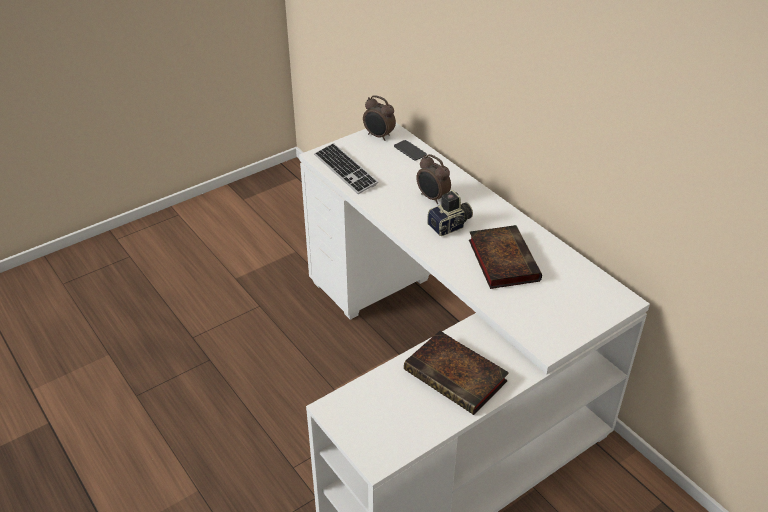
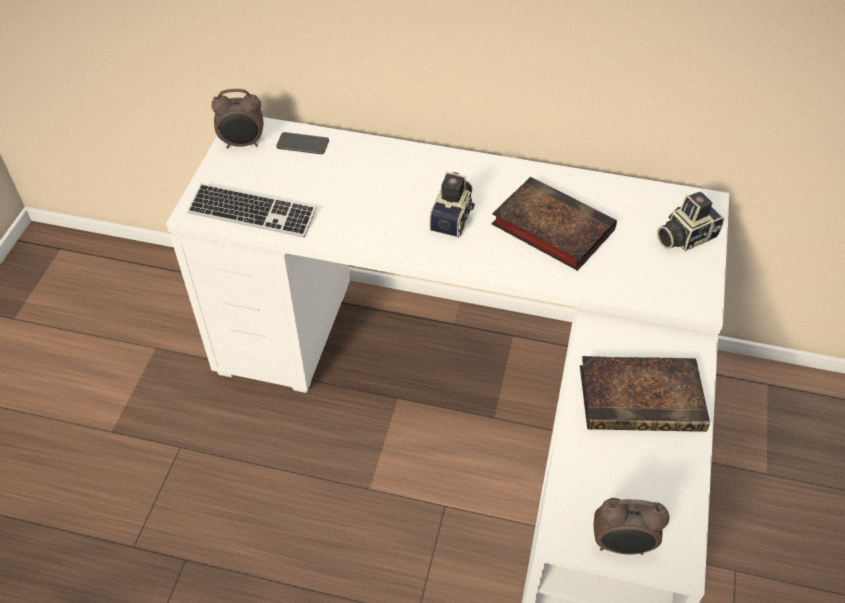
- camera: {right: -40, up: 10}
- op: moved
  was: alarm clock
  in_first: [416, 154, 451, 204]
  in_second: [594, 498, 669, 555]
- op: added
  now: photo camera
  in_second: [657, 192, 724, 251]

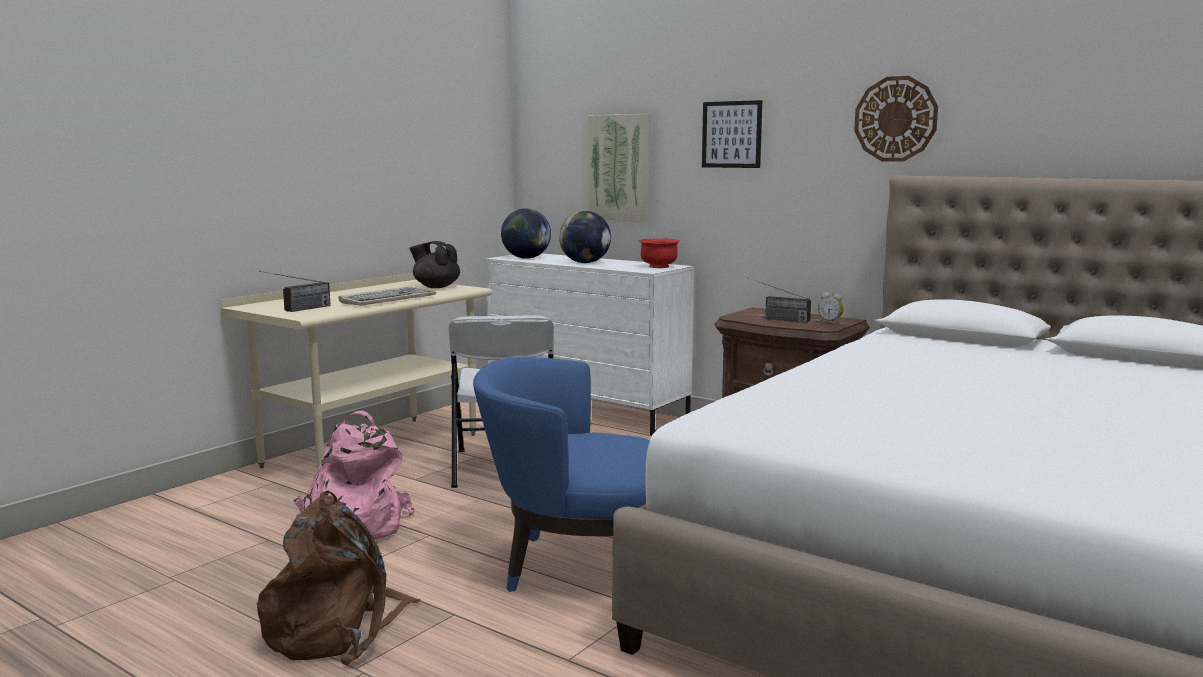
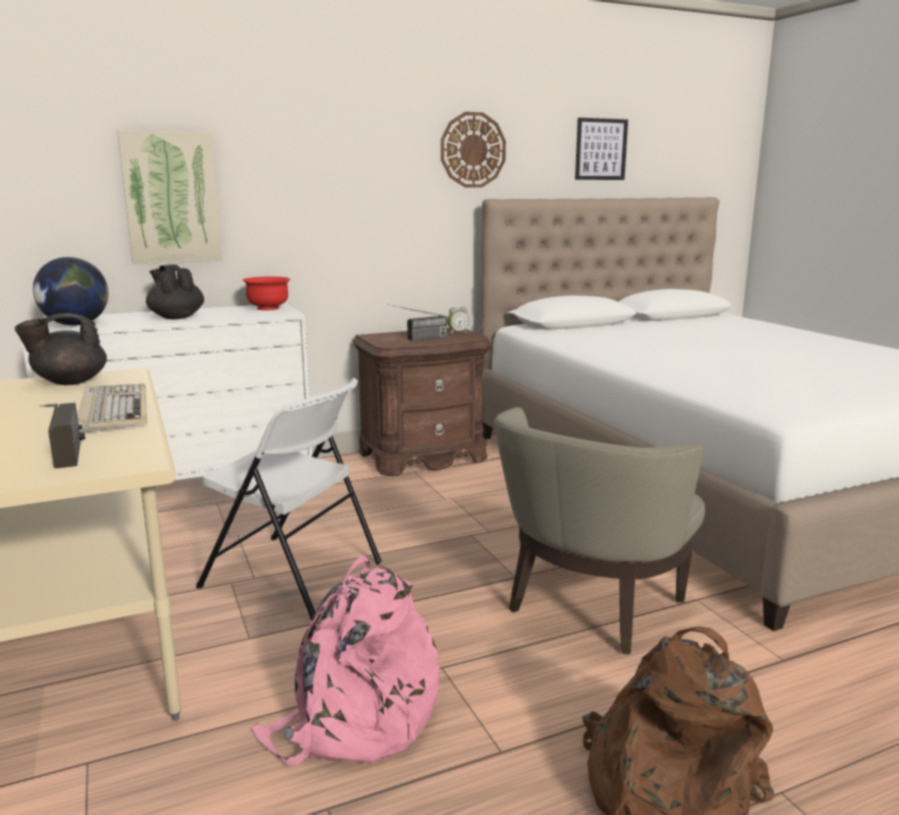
- camera: {right: -60, up: 5}
- op: recoloured
  was: armchair (blue)
  now: armchair (beige)
  in_first: [473, 357, 650, 592]
  in_second: [494, 407, 705, 654]
- op: replaced
  was: globe
  now: teapot (black)
  in_first: [559, 211, 611, 263]
  in_second: [146, 264, 204, 319]
- op: moved
  was: picture
  in_first: [702, 100, 762, 168]
  in_second: [575, 118, 628, 180]

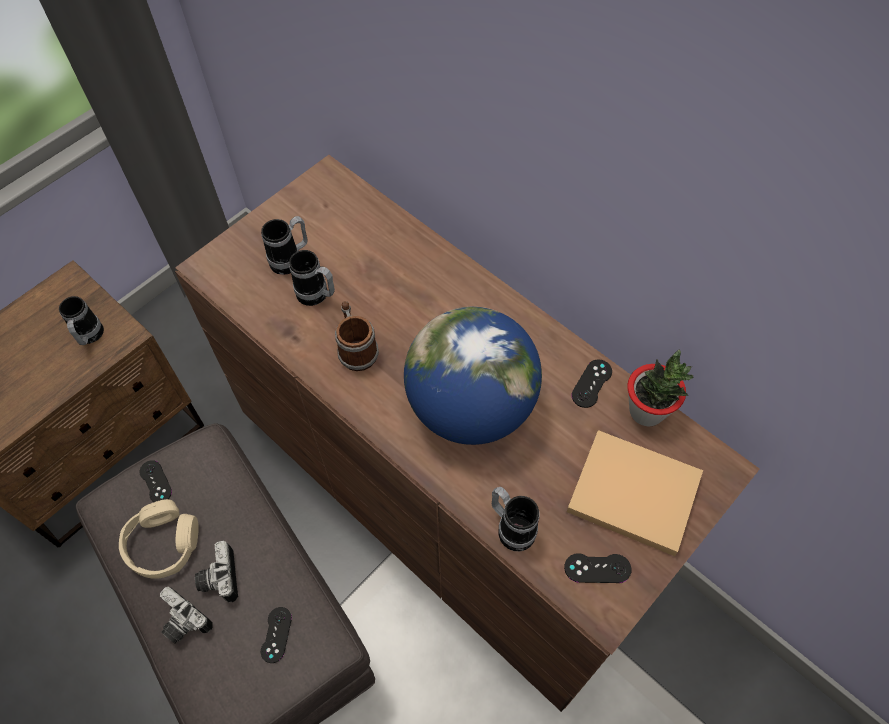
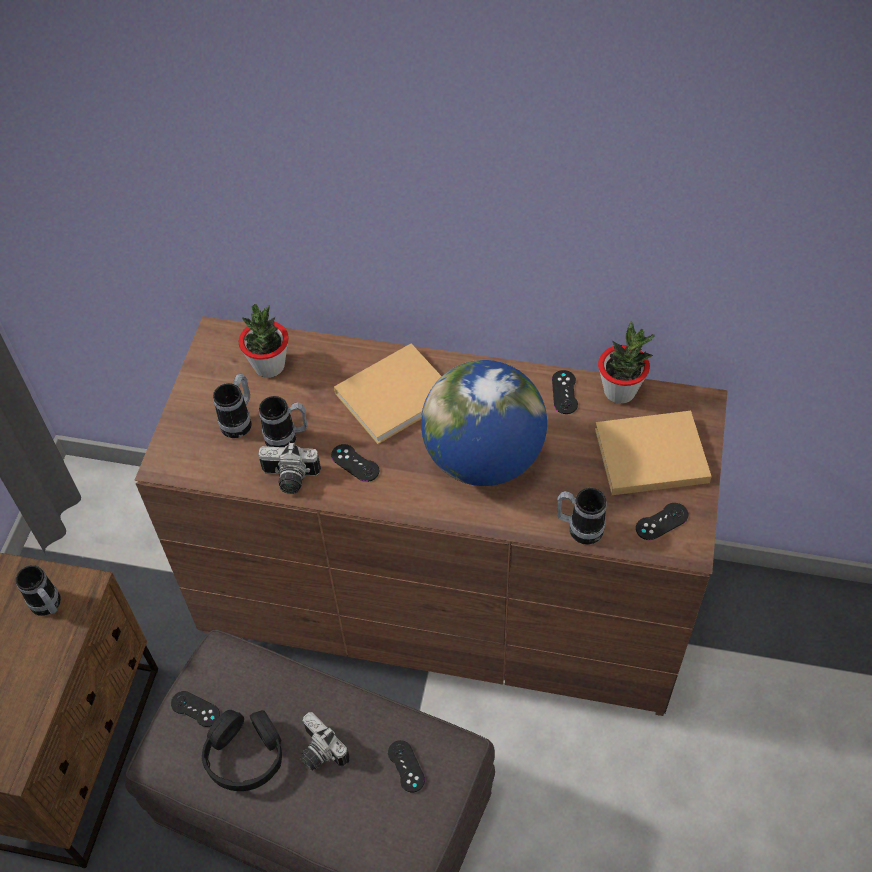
- camera: {right: -30, up: -5}
- op: recoloured
  was: headphones (beige)
  now: headphones (black)
  in_first: [119, 499, 199, 579]
  in_second: [202, 710, 282, 791]
- op: moved
  was: photo camera
  in_first: [160, 587, 213, 644]
  in_second: [258, 442, 321, 494]
- op: replaced
  was: mug
  now: game controller (black)
  in_first: [335, 301, 379, 371]
  in_second: [331, 444, 379, 482]
- op: added
  now: potted plant
  in_second: [239, 304, 289, 378]
- op: added
  now: book (beige)
  in_second: [334, 344, 442, 444]

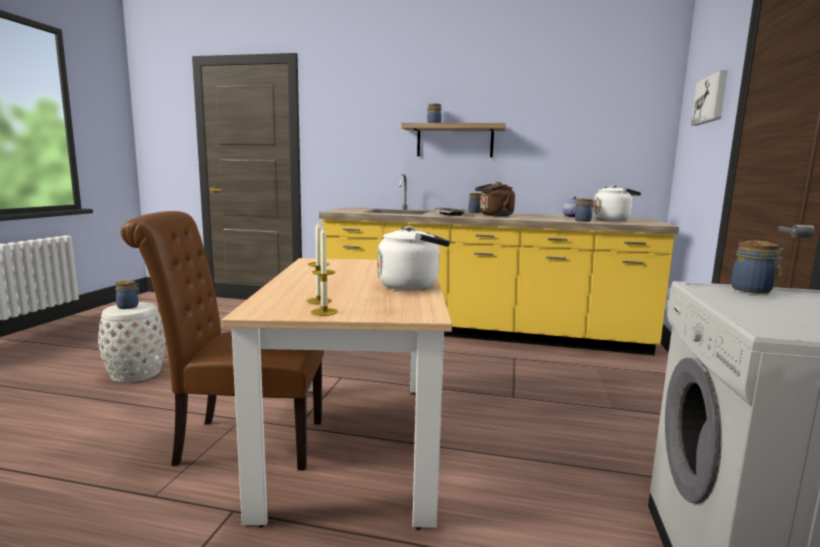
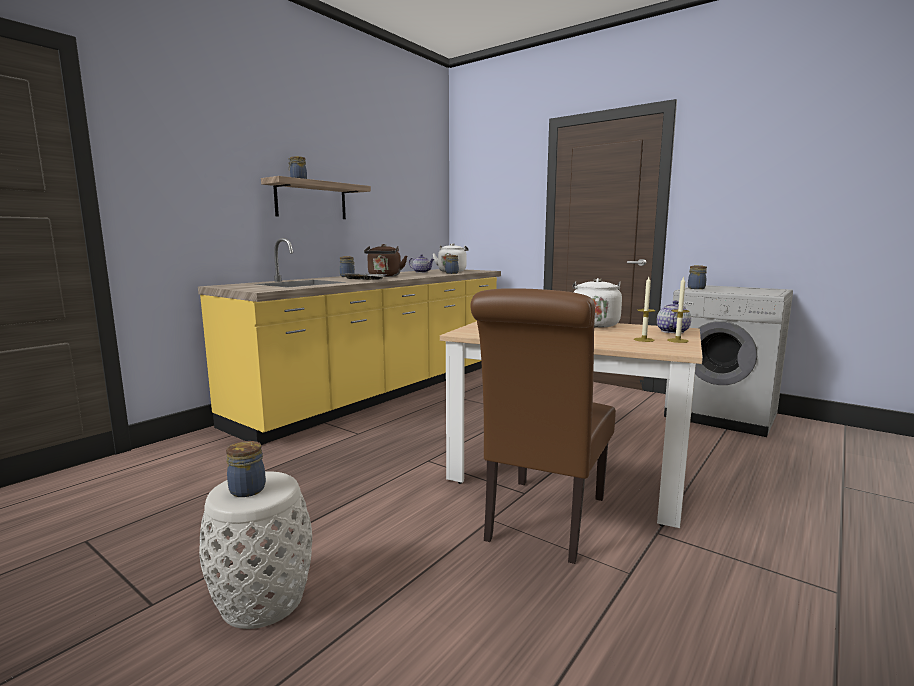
- camera: {right: -65, up: 0}
- op: removed
  was: picture
  in_first: [691, 70, 728, 126]
- op: added
  now: teapot
  in_second: [657, 300, 691, 333]

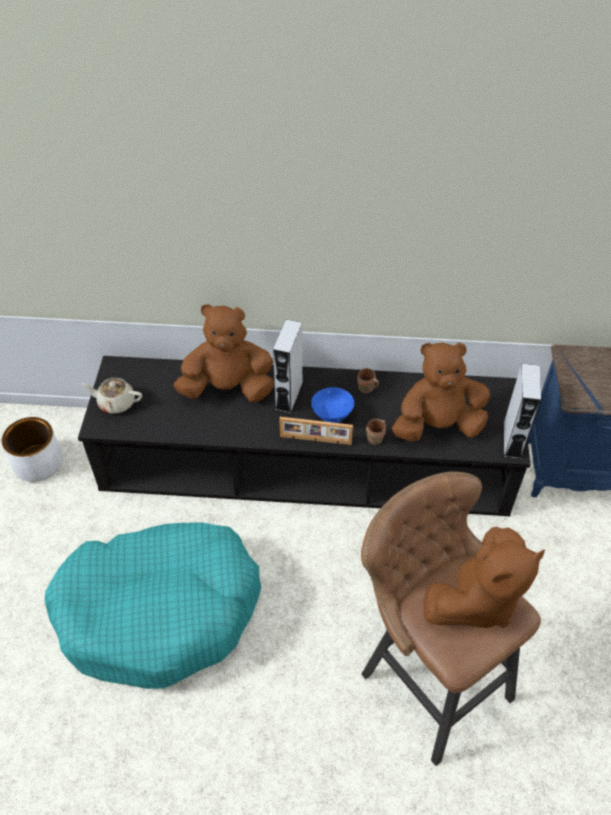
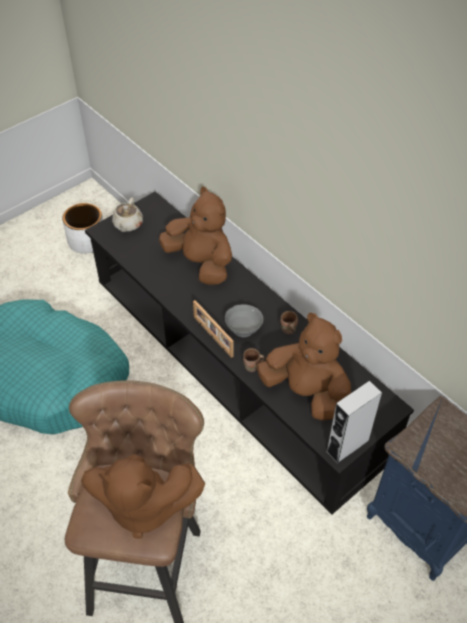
- camera: {right: 45, up: 0}
- op: turned
  was: teapot (beige)
  in_first: [82, 378, 142, 414]
  in_second: [112, 198, 143, 232]
  clockwise: -135
- op: removed
  was: speaker (grey)
  in_first: [273, 319, 303, 413]
- op: recoloured
  was: bowl (blue)
  now: bowl (grey)
  in_first: [311, 387, 354, 423]
  in_second: [225, 304, 263, 337]

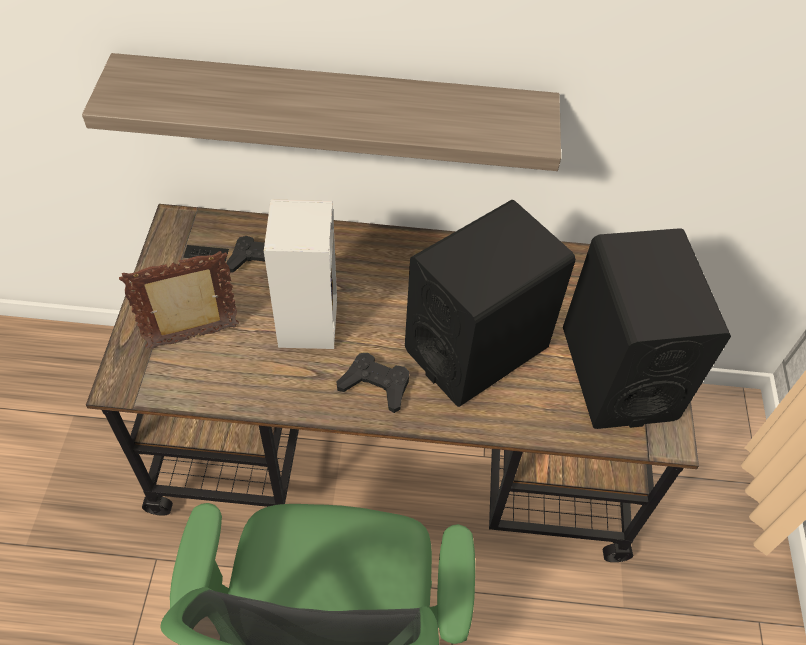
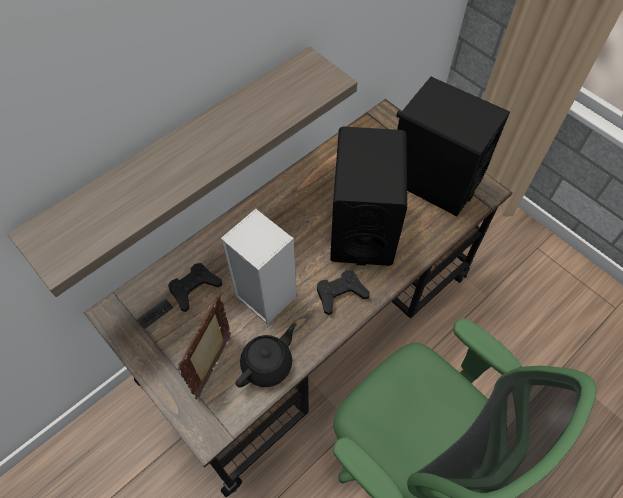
- camera: {right: -45, up: 5}
- op: added
  now: teapot (black)
  in_second: [236, 322, 297, 388]

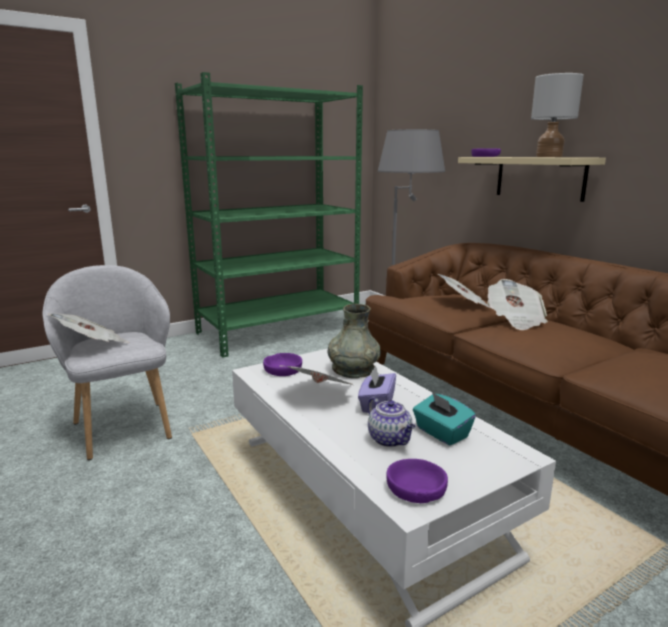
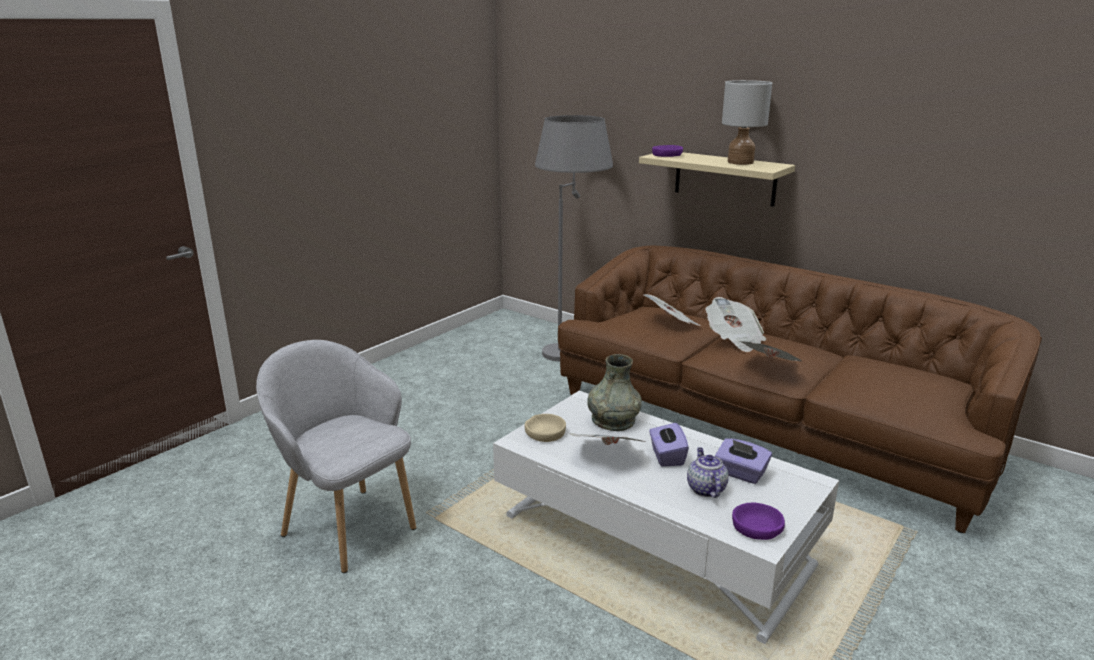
- camera: {right: -20, up: 5}
- op: moved
  was: newspaper
  in_first: [47, 313, 129, 343]
  in_second: [740, 341, 802, 361]
- op: removed
  was: bookcase (green)
  in_first: [175, 72, 363, 358]
- op: recoloured
  was: bowl (purple)
  now: bowl (beige)
  in_first: [263, 353, 302, 376]
  in_second: [525, 414, 566, 442]
- op: turned
  was: teapot
  in_first: [368, 397, 416, 447]
  in_second: [687, 447, 729, 498]
  clockwise: -135
- op: recoloured
  was: tissue box (turquoise)
  now: tissue box (purple)
  in_first: [413, 392, 476, 445]
  in_second: [715, 439, 772, 484]

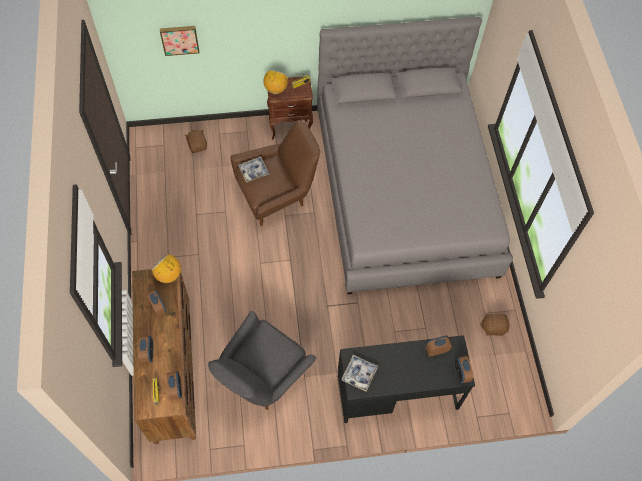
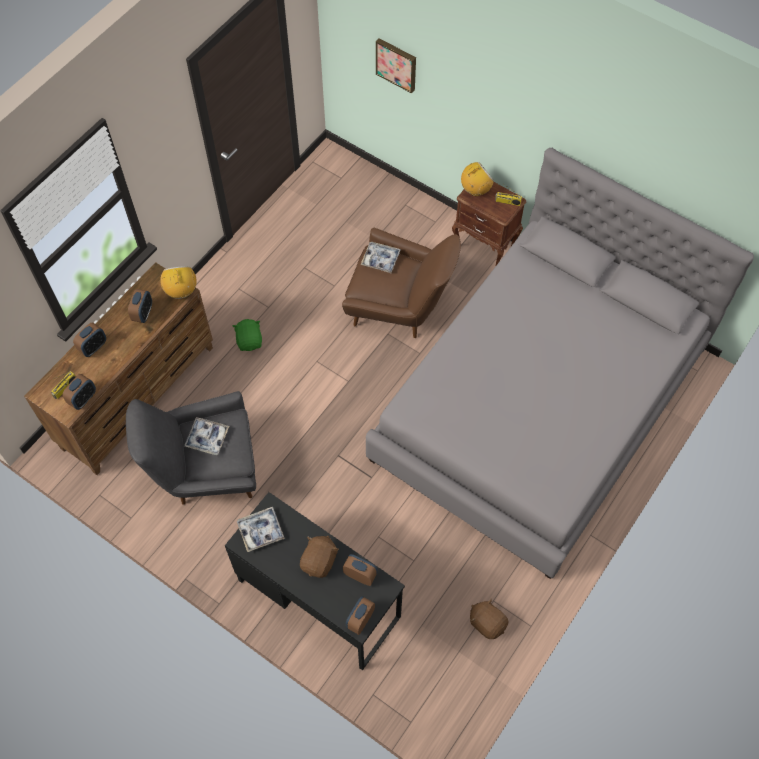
- camera: {right: 45, up: 0}
- op: moved
  was: plush toy (brown)
  in_first: [184, 130, 207, 153]
  in_second: [300, 536, 339, 578]
- op: added
  now: tray
  in_second: [184, 417, 229, 455]
- op: added
  now: plush toy (green)
  in_second: [232, 319, 262, 351]

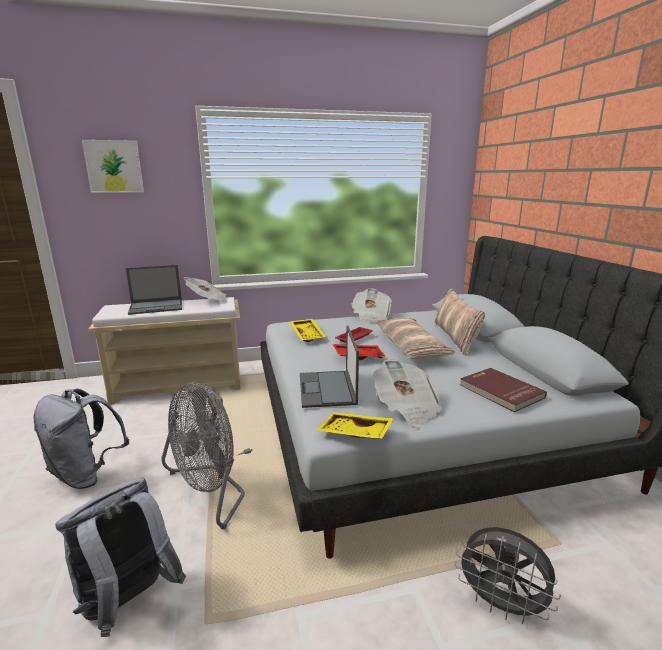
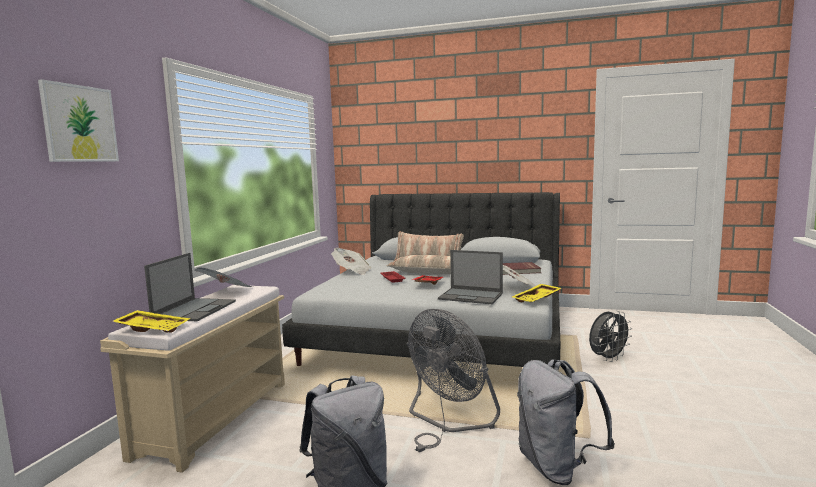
- camera: {right: -60, up: -10}
- op: turned
  was: fan (grey)
  in_first: [161, 382, 253, 530]
  in_second: [406, 309, 500, 452]
  clockwise: -120
- op: moved
  was: tray (yellow)
  in_first: [290, 319, 326, 342]
  in_second: [112, 310, 190, 333]

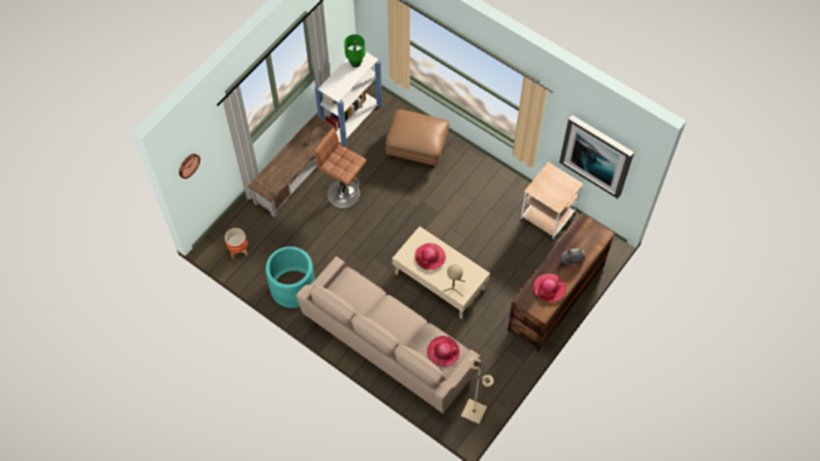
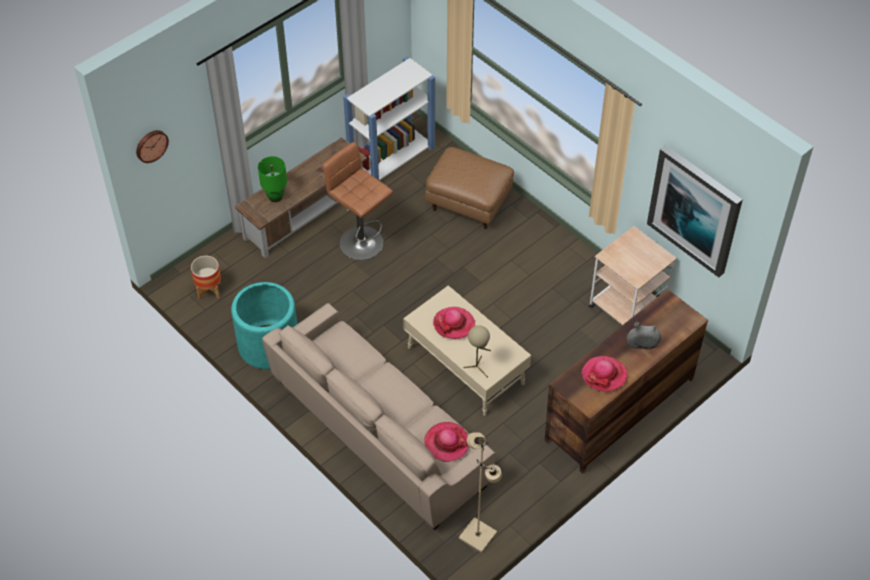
- camera: {right: 10, up: -10}
- op: moved
  was: table lamp (green)
  in_first: [344, 34, 365, 67]
  in_second: [258, 156, 287, 202]

